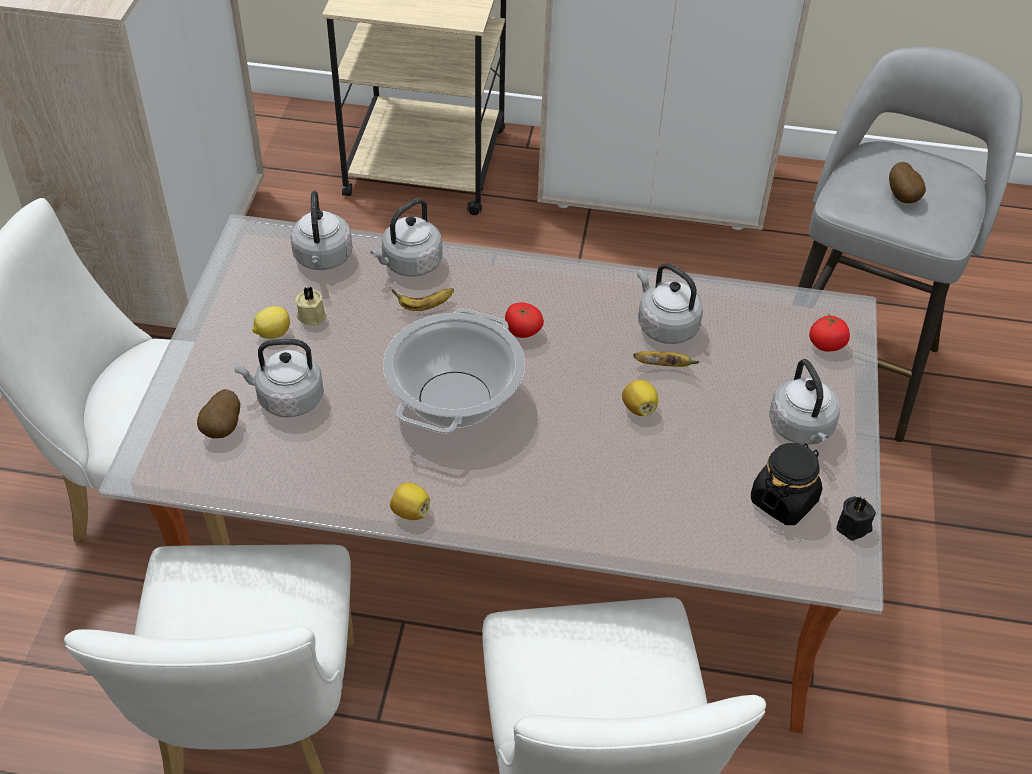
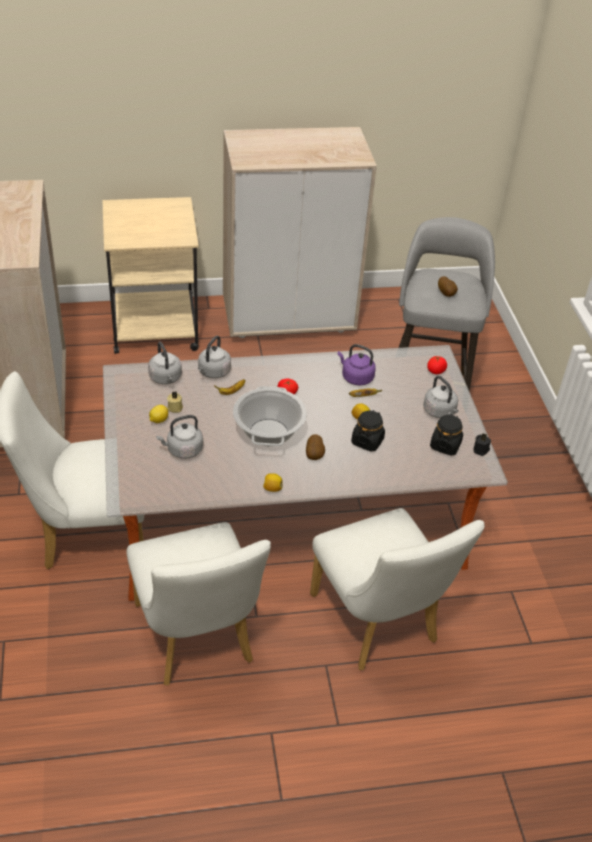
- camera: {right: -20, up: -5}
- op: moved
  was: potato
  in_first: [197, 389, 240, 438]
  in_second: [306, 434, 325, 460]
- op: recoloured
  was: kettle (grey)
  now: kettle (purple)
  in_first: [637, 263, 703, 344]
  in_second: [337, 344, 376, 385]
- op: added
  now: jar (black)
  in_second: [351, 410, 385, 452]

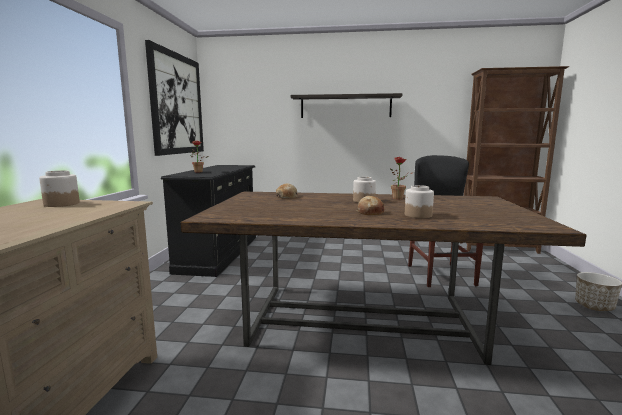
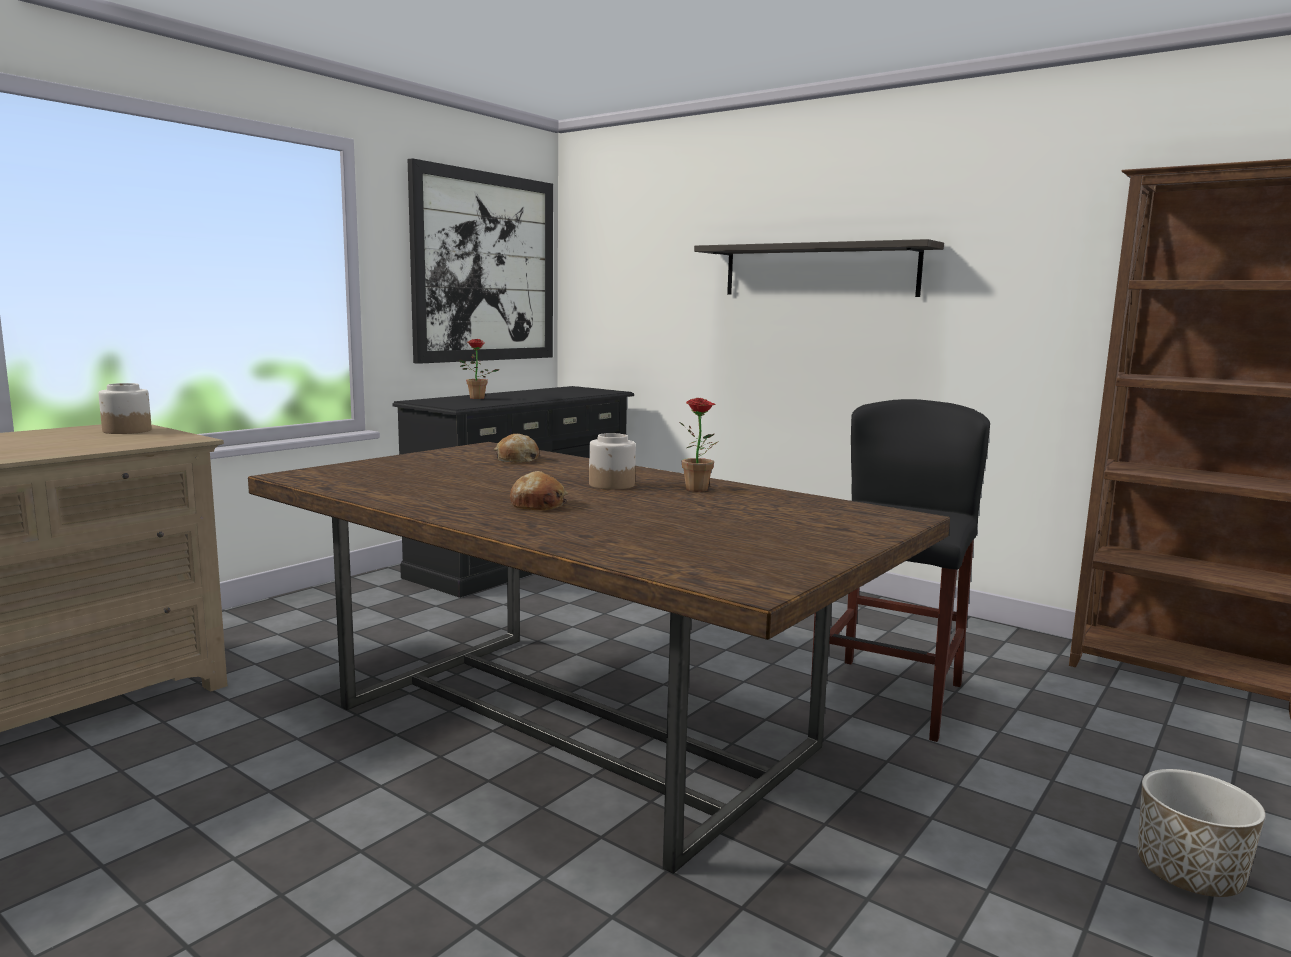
- camera: {right: 30, up: 0}
- op: removed
  was: jar
  in_first: [405, 185, 434, 218]

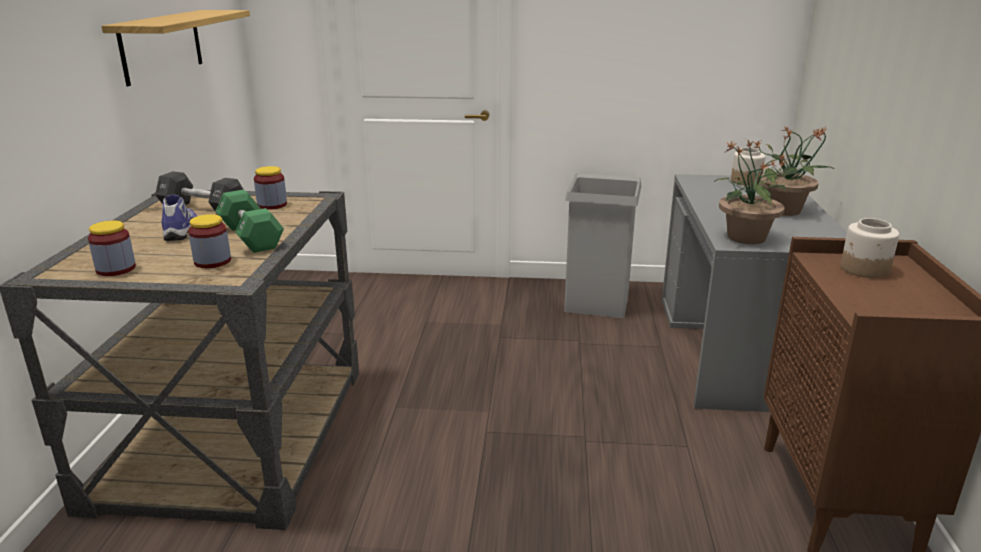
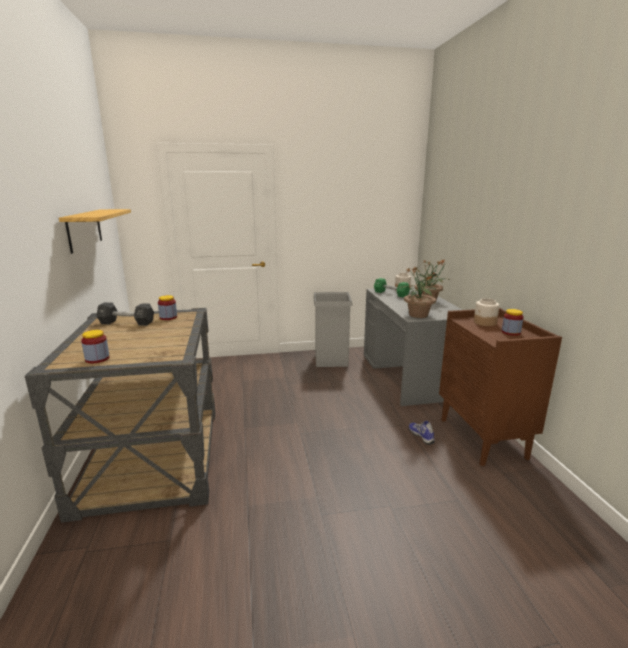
- camera: {right: -15, up: -5}
- op: moved
  was: shoe
  in_first: [161, 194, 197, 241]
  in_second: [409, 421, 435, 445]
- op: moved
  was: jar
  in_first: [188, 214, 231, 268]
  in_second: [502, 309, 524, 336]
- op: moved
  was: dumbbell (green)
  in_first: [215, 190, 284, 253]
  in_second: [374, 278, 410, 297]

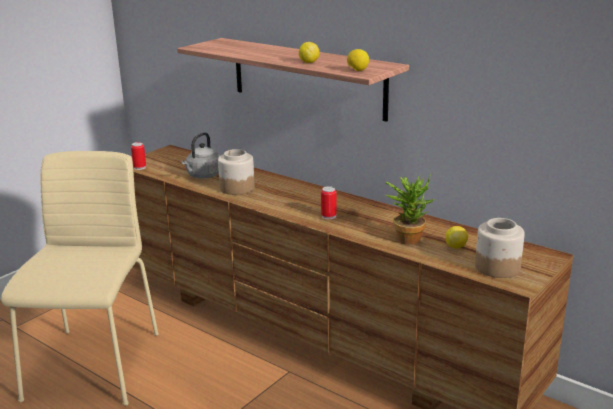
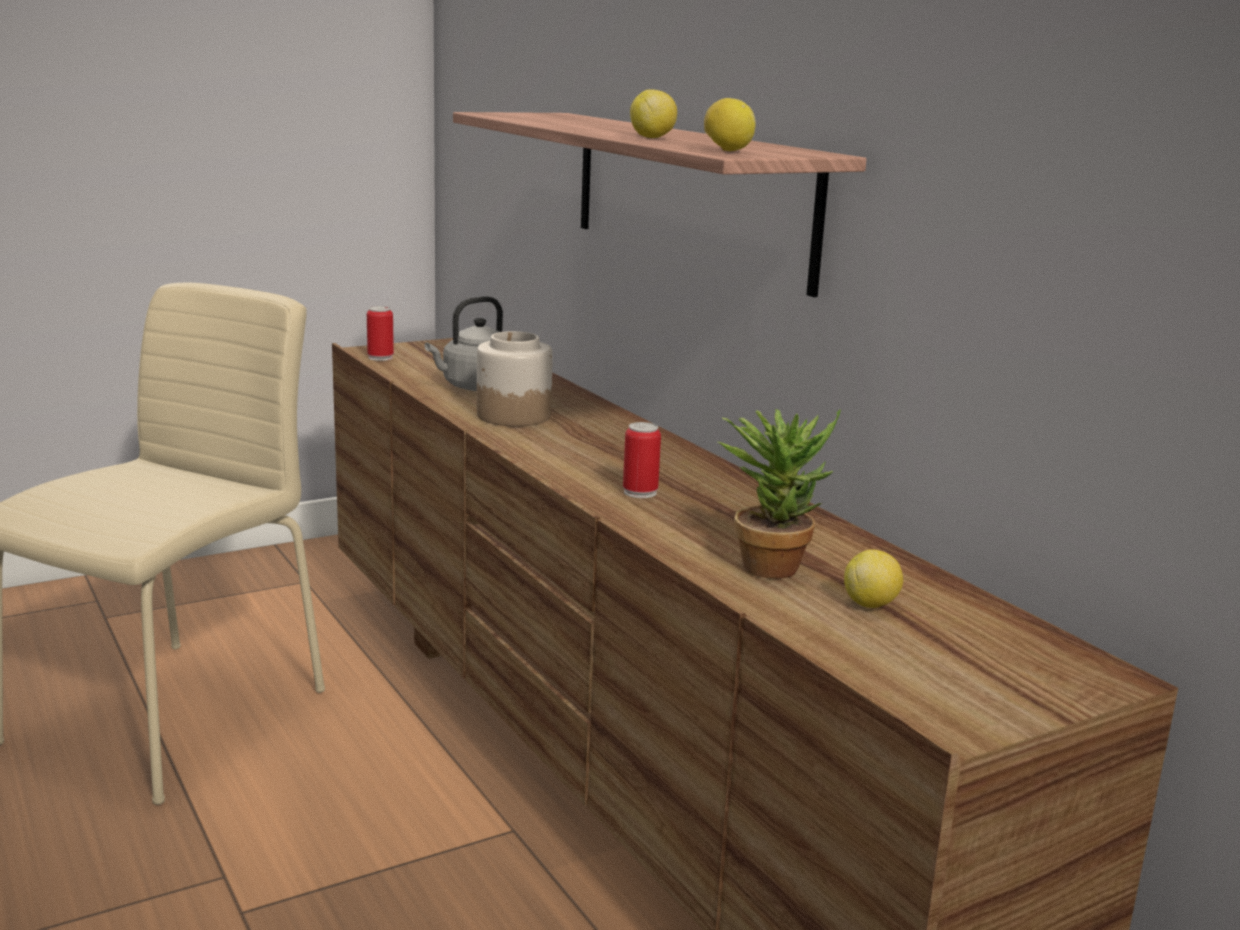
- camera: {right: 20, up: -5}
- op: removed
  was: jar
  in_first: [475, 218, 525, 278]

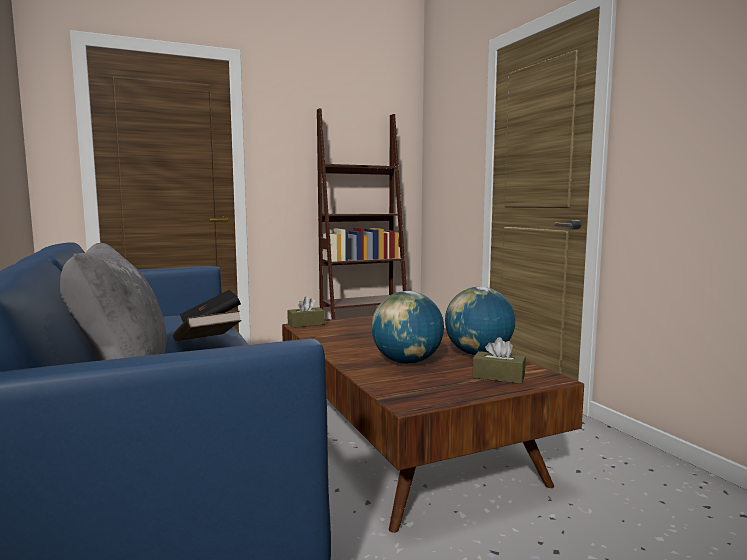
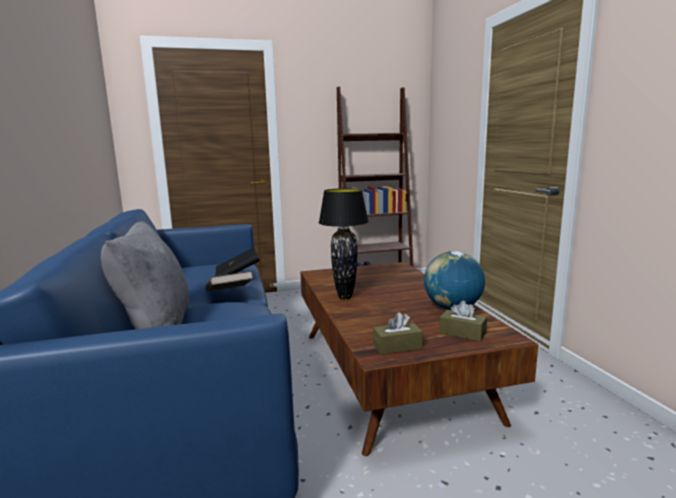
- camera: {right: 10, up: 5}
- op: moved
  was: tissue box (brown)
  in_first: [287, 296, 325, 328]
  in_second: [373, 312, 423, 355]
- op: removed
  was: globe
  in_first: [371, 291, 444, 364]
- op: added
  now: table lamp (black)
  in_second: [319, 188, 369, 299]

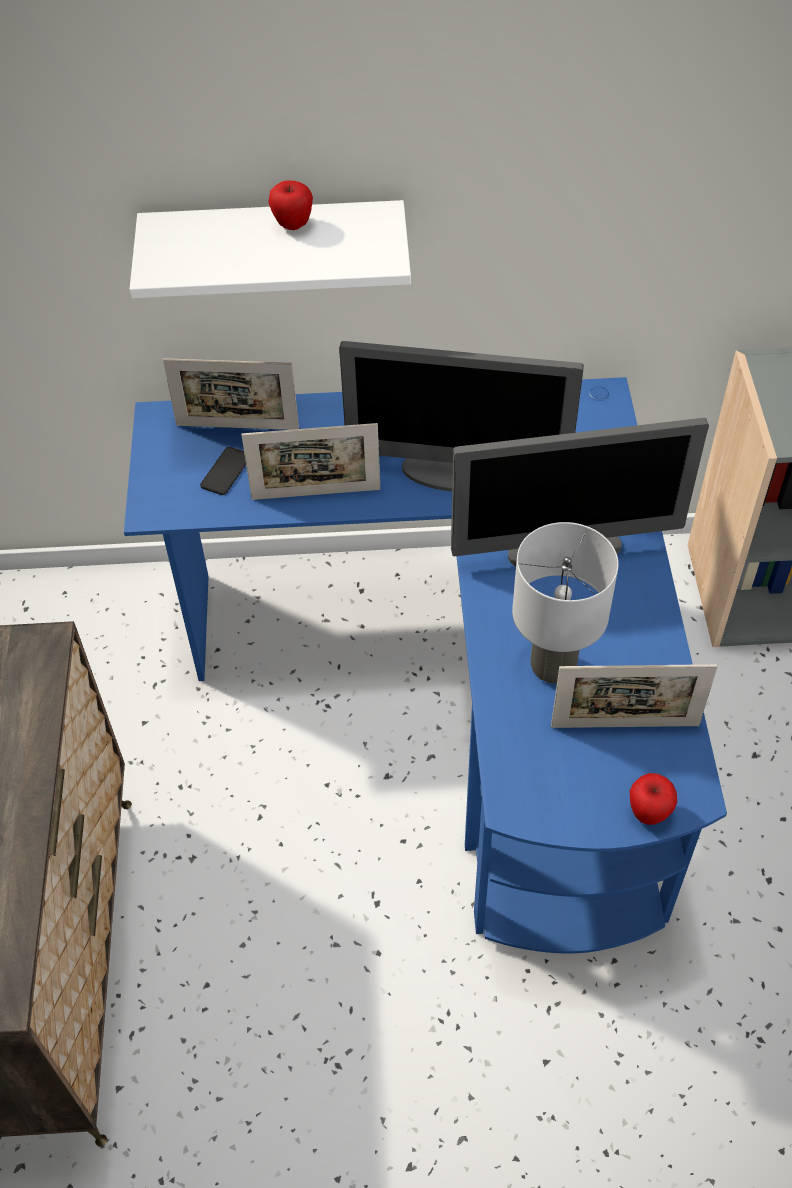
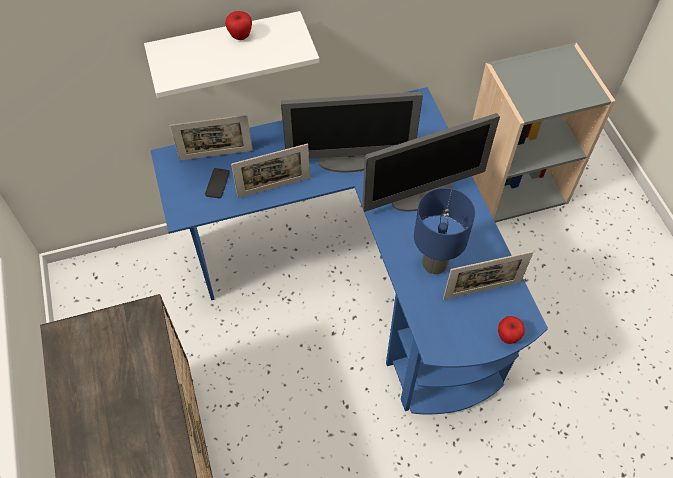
- camera: {right: -15, up: 5}
- op: recoloured
  was: table lamp (white)
  now: table lamp (blue)
  in_first: [512, 522, 619, 683]
  in_second: [414, 188, 475, 274]

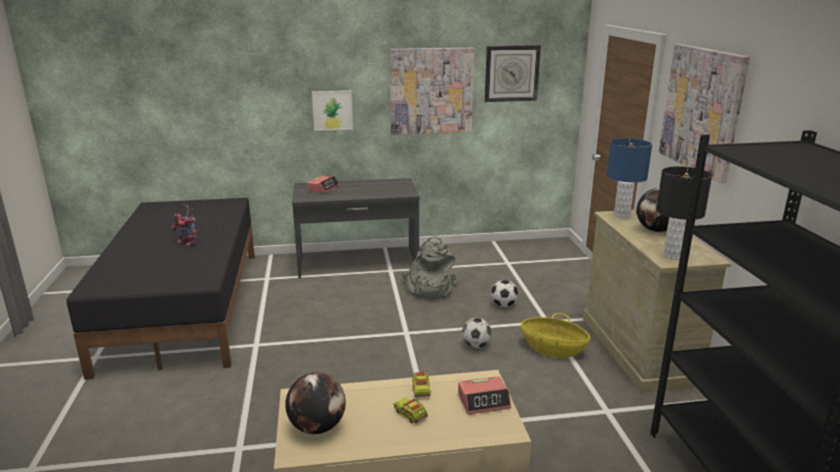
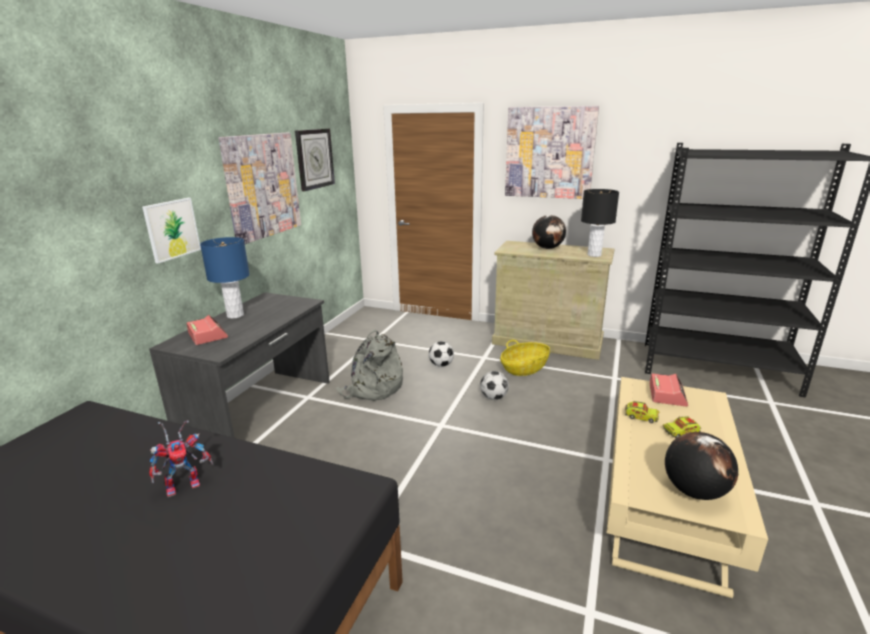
- camera: {right: -60, up: 0}
- op: moved
  was: table lamp (blue)
  in_first: [607, 138, 652, 218]
  in_second: [200, 237, 250, 319]

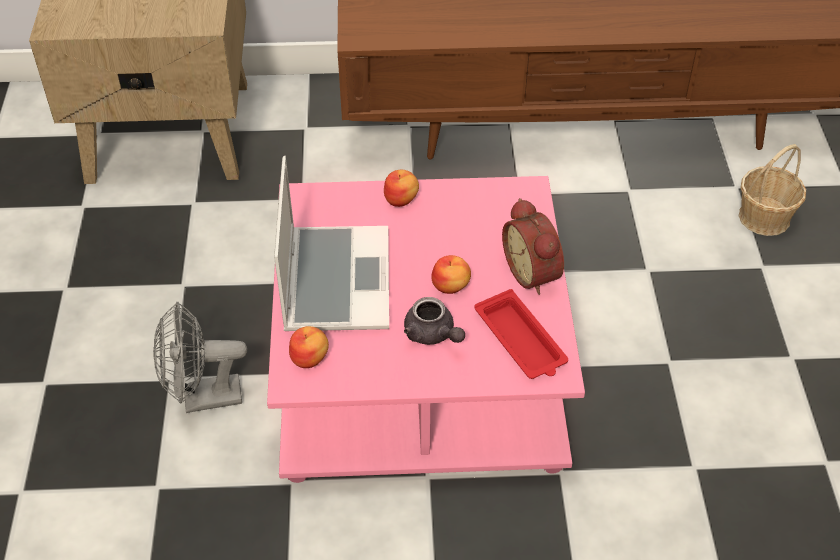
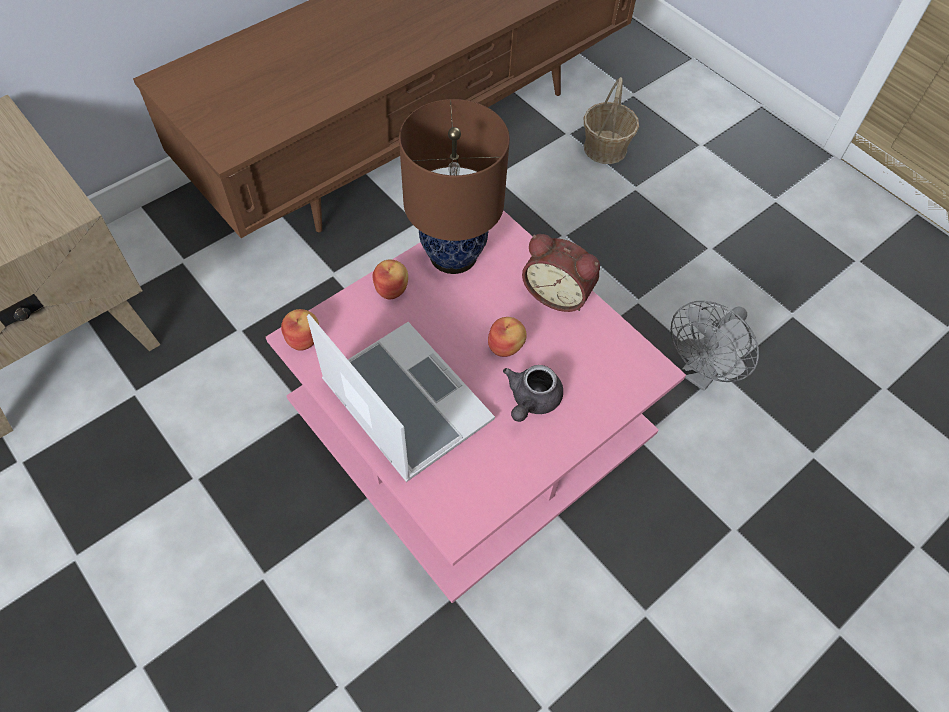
- camera: {right: -40, up: 10}
- op: moved
  was: fan (grey)
  in_first: [153, 302, 247, 413]
  in_second: [671, 301, 759, 391]
- op: moved
  was: apple
  in_first: [289, 326, 329, 368]
  in_second: [281, 309, 319, 351]
- op: turned
  was: teapot (grey)
  in_first: [404, 297, 465, 345]
  in_second: [503, 365, 563, 422]
  clockwise: 105
- op: removed
  was: tray (red)
  in_first: [474, 289, 568, 379]
- op: added
  now: table lamp (brown)
  in_second: [399, 99, 510, 274]

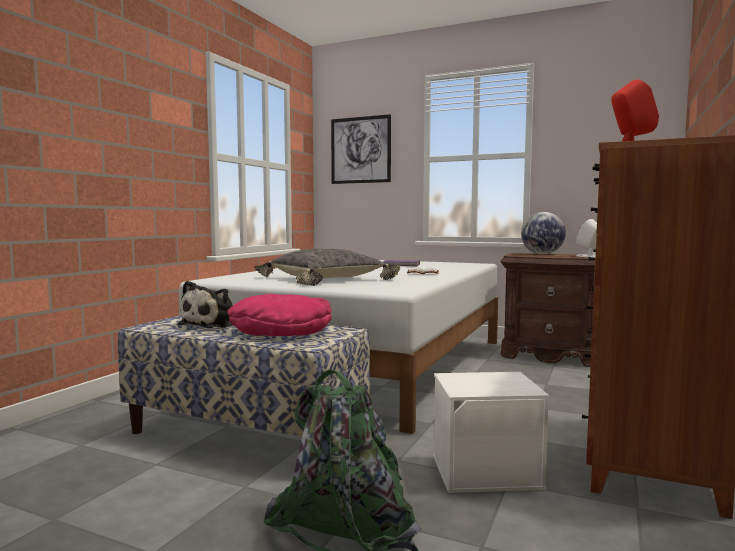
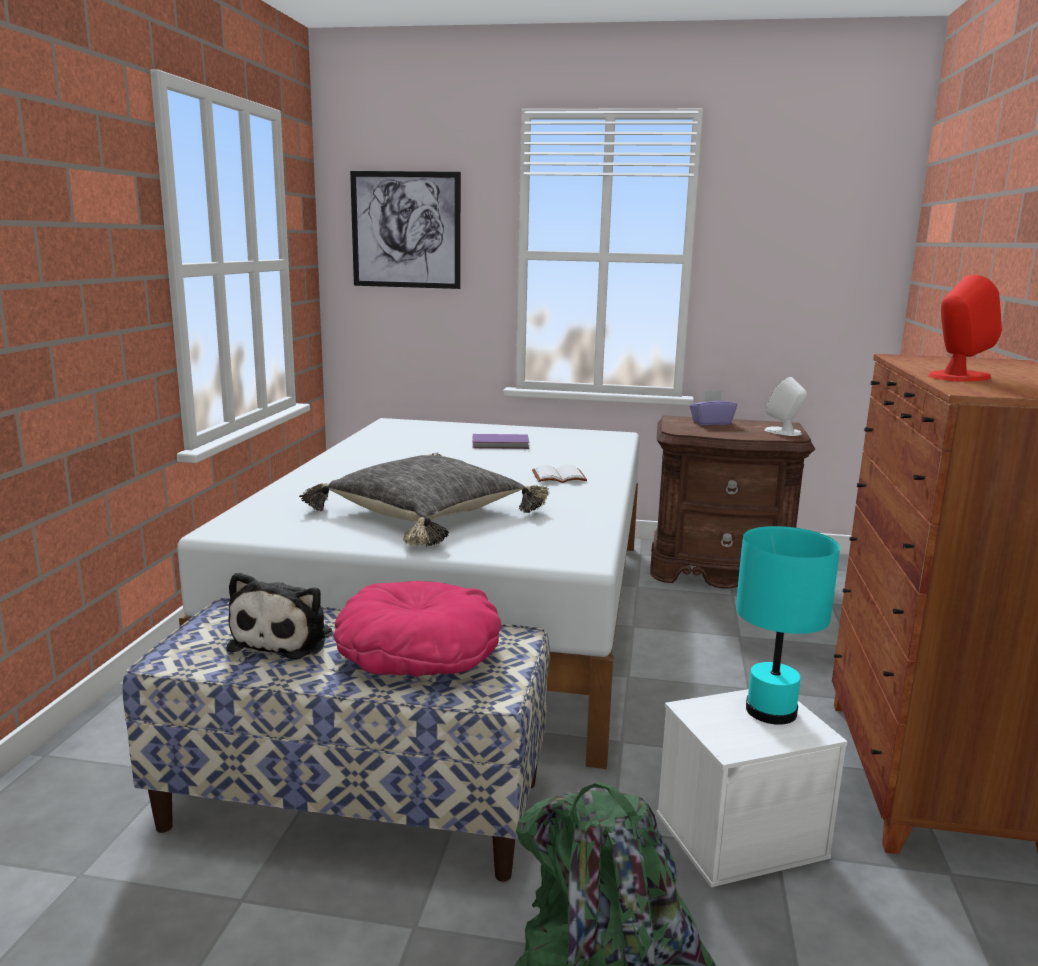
- camera: {right: -15, up: 10}
- op: replaced
  was: globe
  now: tissue box (purple)
  in_first: [521, 212, 566, 254]
  in_second: [690, 391, 737, 425]
- op: added
  now: table lamp (turquoise)
  in_second: [736, 526, 840, 725]

